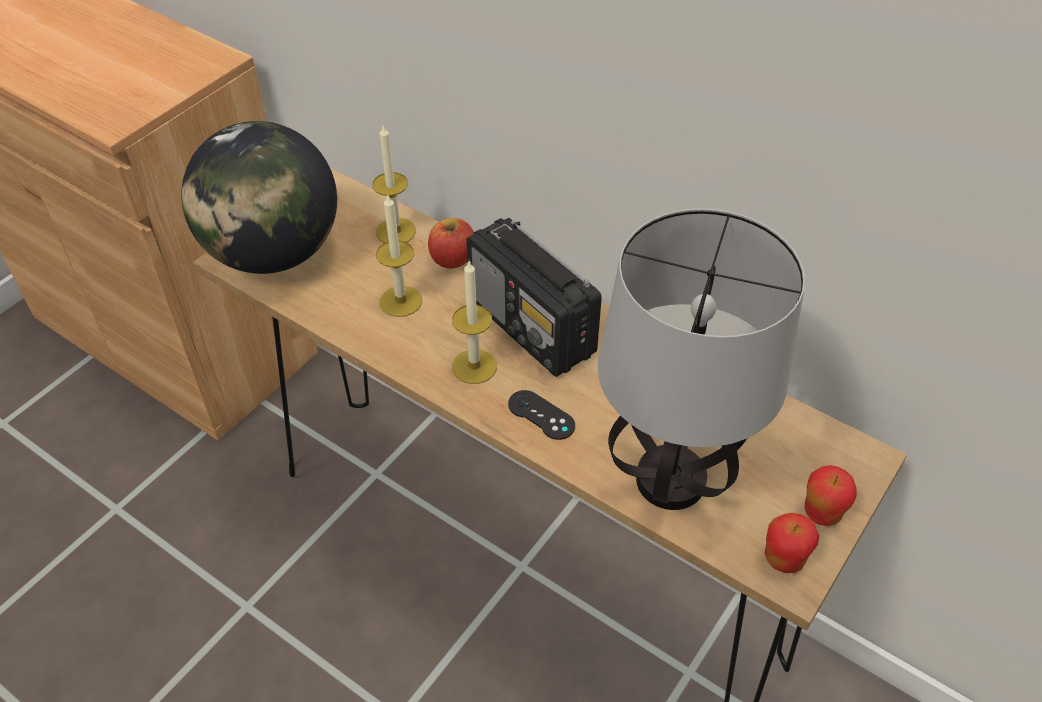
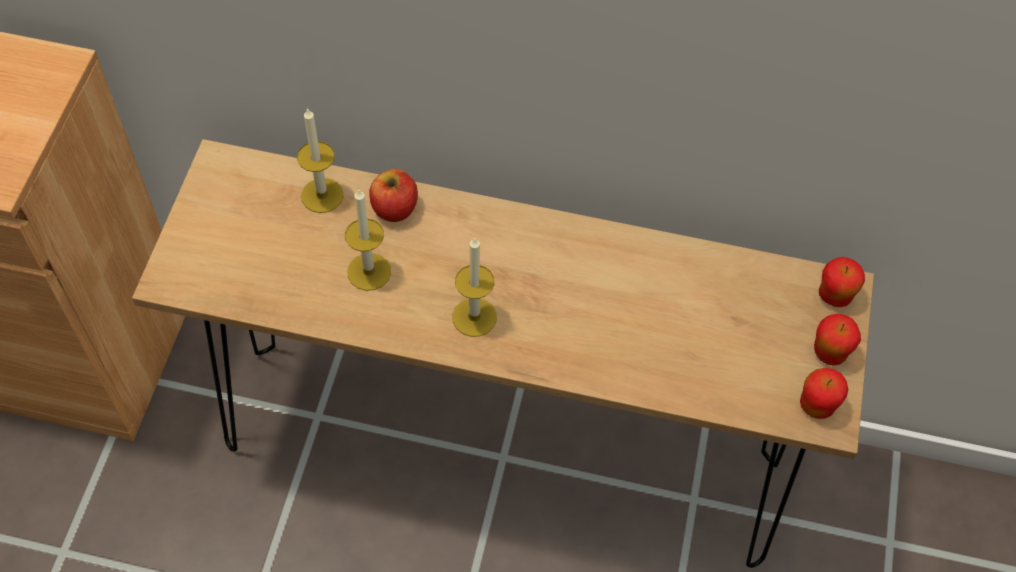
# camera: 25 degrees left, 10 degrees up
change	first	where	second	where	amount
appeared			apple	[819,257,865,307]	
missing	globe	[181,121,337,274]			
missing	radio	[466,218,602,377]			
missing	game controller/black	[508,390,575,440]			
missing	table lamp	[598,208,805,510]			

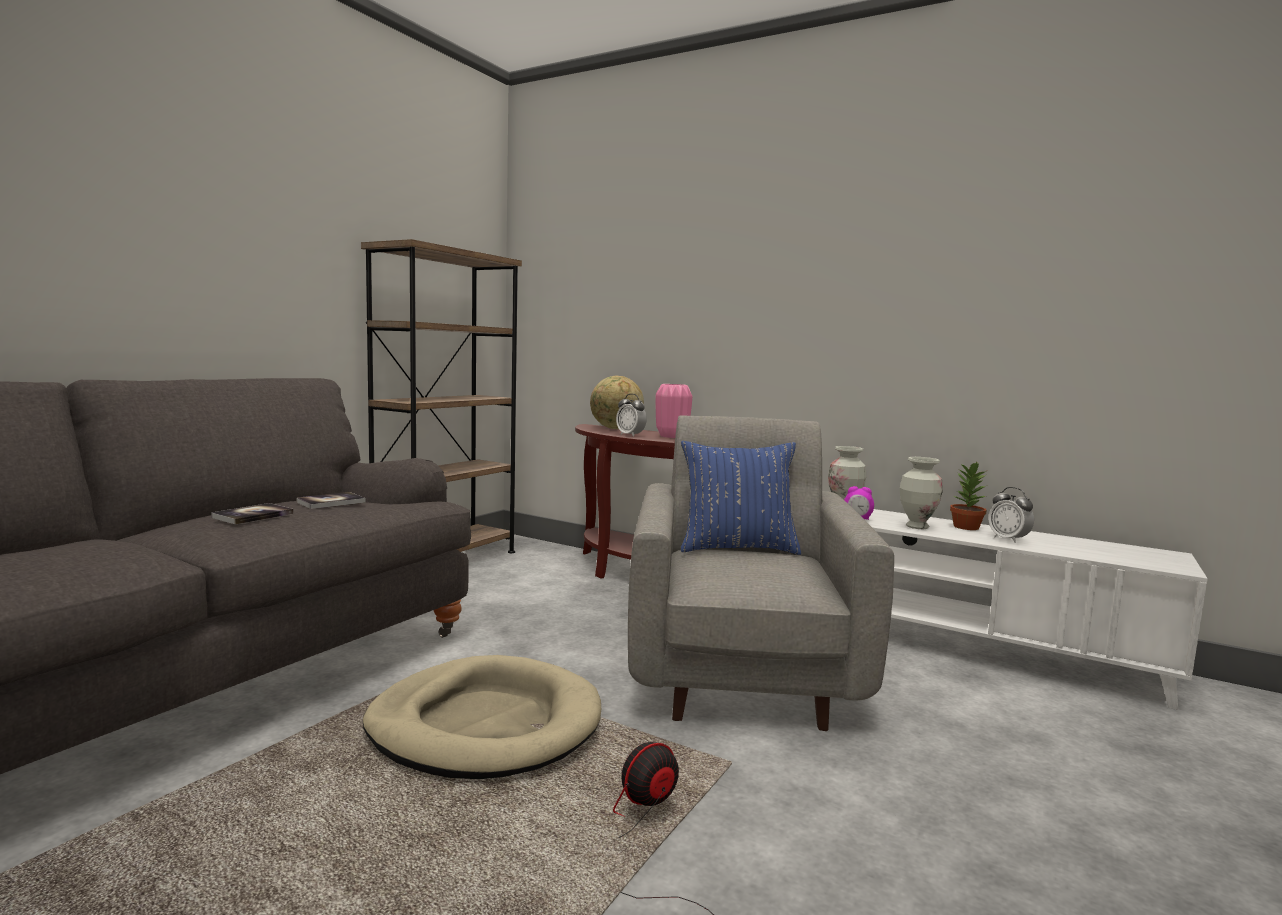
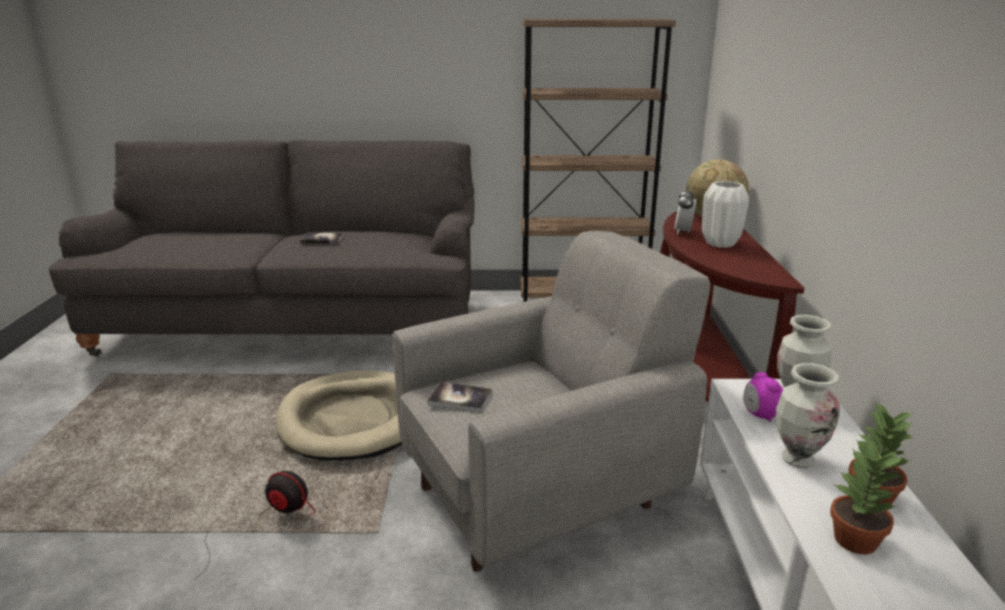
# camera: 60 degrees right, 15 degrees up
change	first	where	second	where	amount
relocated	book	[296,492,365,509]		[427,382,492,413]	
colour	vase/pink	[655,384,692,438]	vase/white	[702,181,749,248]	
exchanged	alarm clock	[989,487,1034,543]	potted plant	[830,438,904,554]	
missing	pillow/blue	[681,441,801,555]			

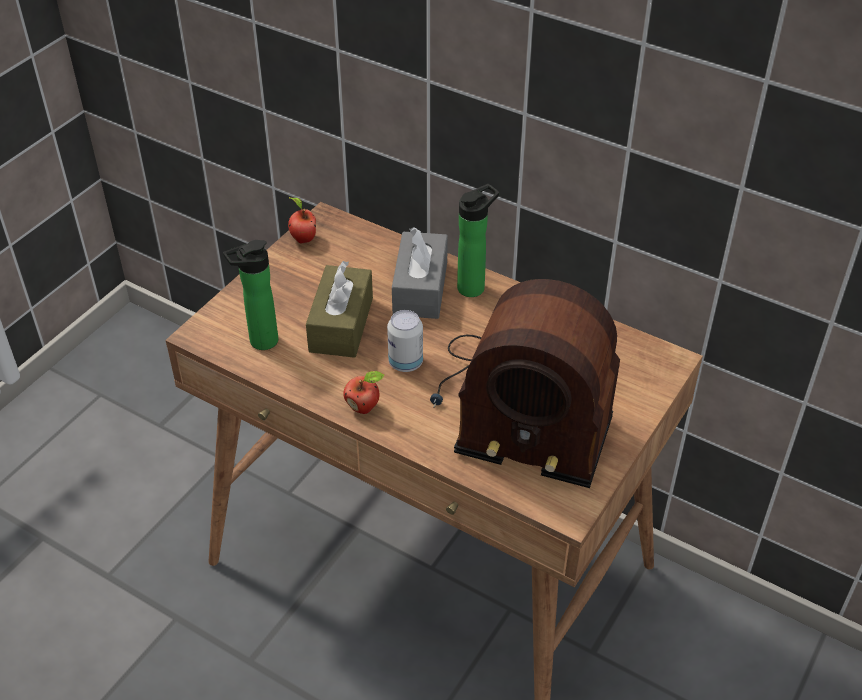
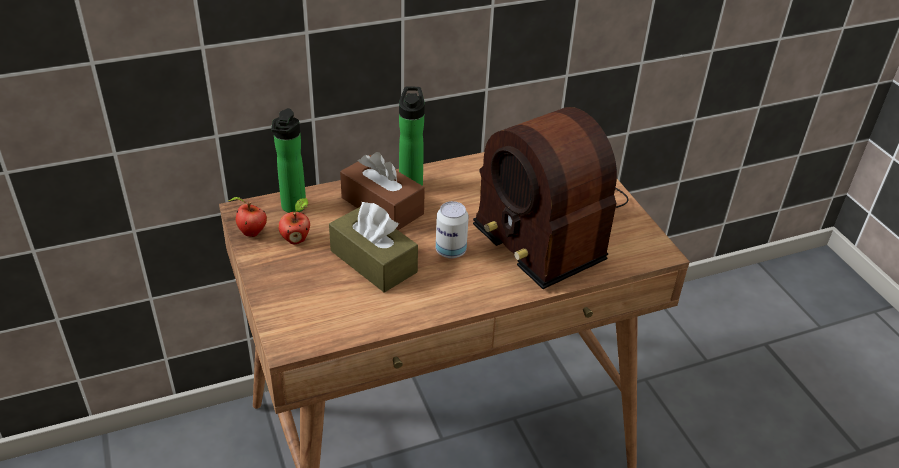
# camera: 55 degrees left, 5 degrees down
change	first	where	second	where	amount
relocated	bottle	[223,240,278,350]		[271,108,306,213]	
relocated	apple	[343,371,384,414]		[278,198,310,244]	
colour	tissue box/grey	[392,227,448,319]	tissue box/brown	[340,152,425,230]	
spun	radio	[430,279,620,488]		[473,107,629,289]	90 degrees clockwise

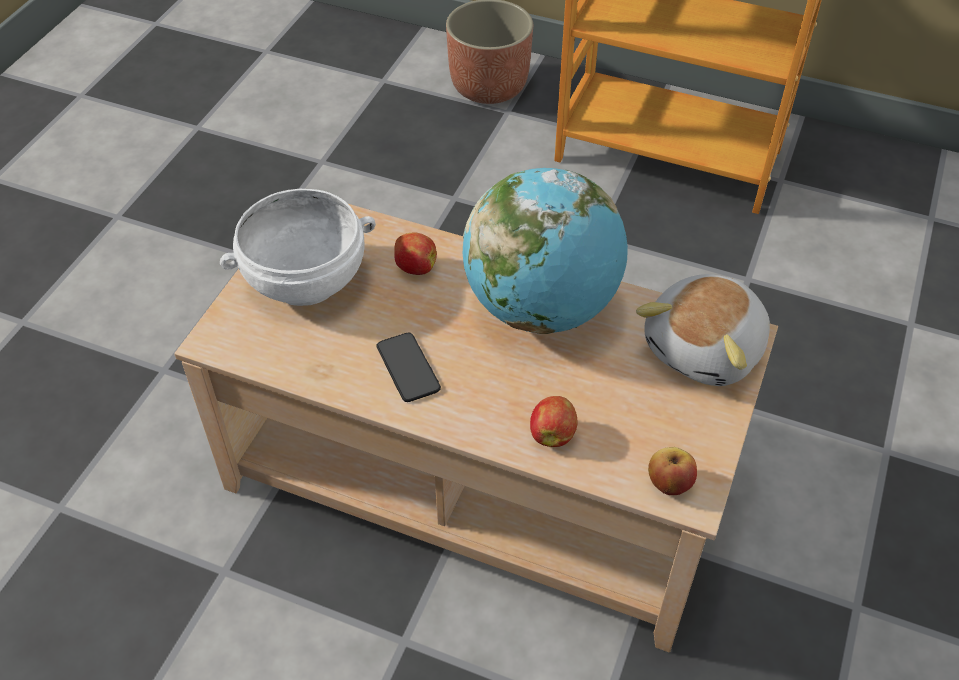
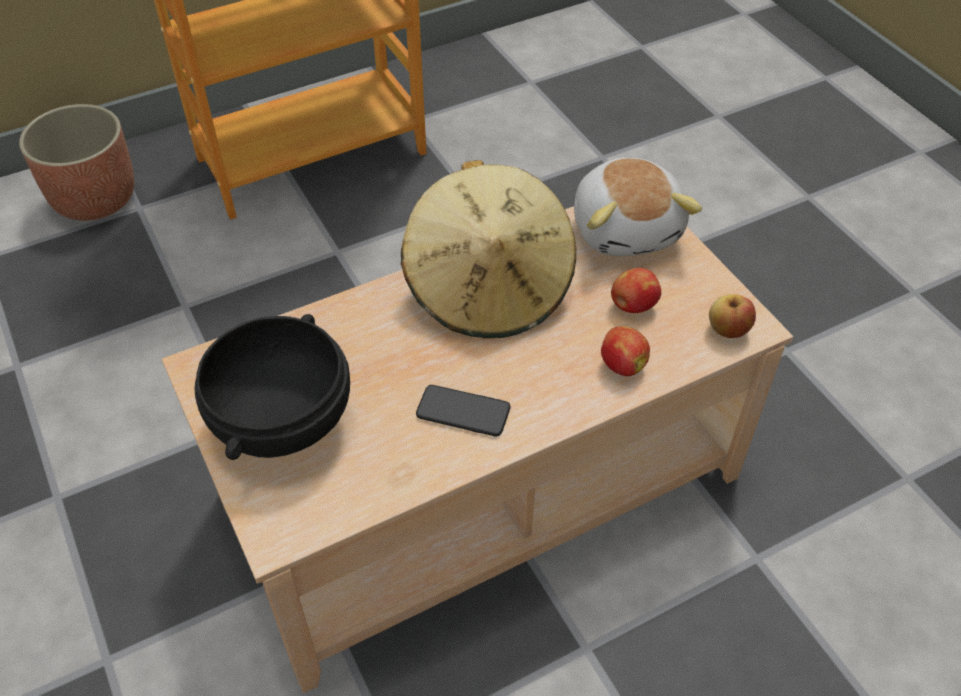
# camera: 50 degrees left, 0 degrees up
change	first	where	second	where	amount
colour	bowl/white	[220,189,376,306]	bowl/black	[195,314,350,460]	
exchanged	globe	[463,168,628,334]	hat/beige	[401,160,576,338]	
relocated	apple	[394,233,437,275]		[611,268,661,313]	

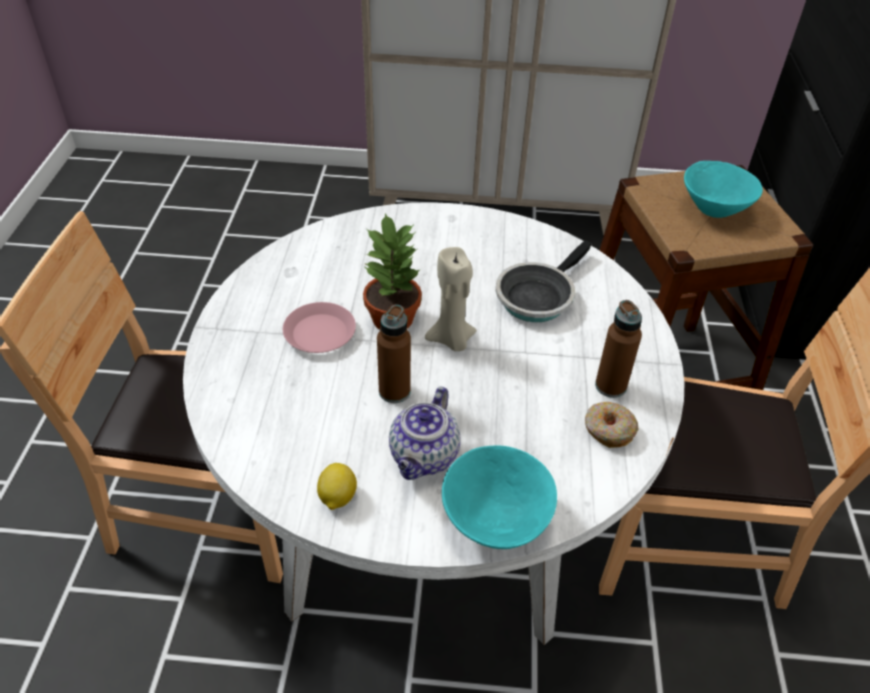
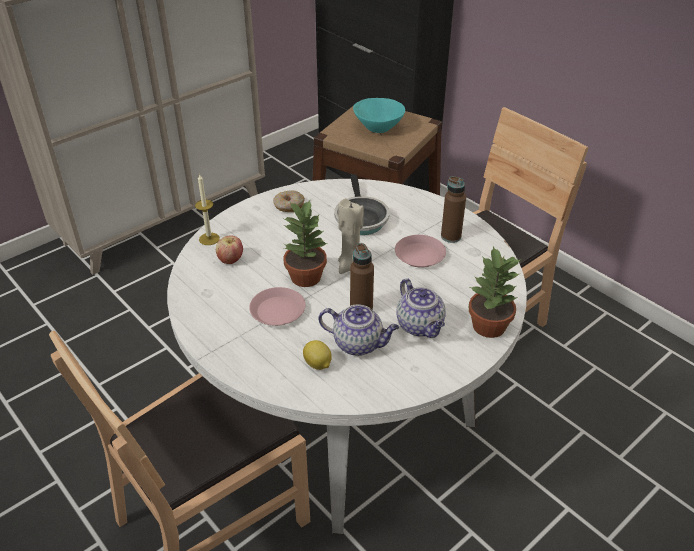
# camera: 45 degrees left, 5 degrees down
change	first	where	second	where	amount
appeared			candle	[195,173,220,245]	
appeared			apple	[216,235,243,264]	
relocated	donut	[585,402,639,448]		[273,190,305,212]	
relocated	lemon	[317,463,357,510]		[303,340,332,370]	
appeared			teapot	[319,305,399,356]	
appeared			plate/pink	[395,235,446,268]	
exchanged	bowl/turquoise	[442,445,557,549]	potted plant	[469,246,521,338]	

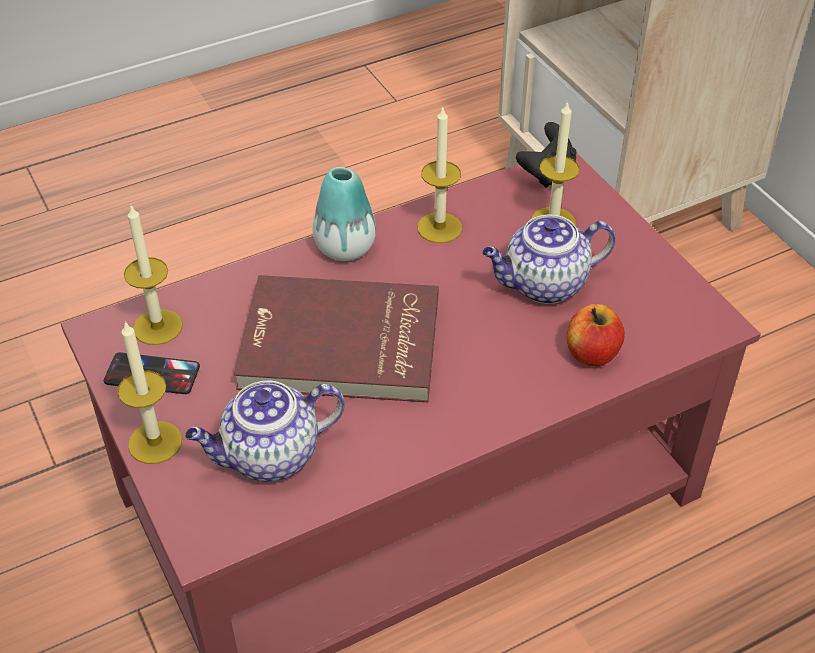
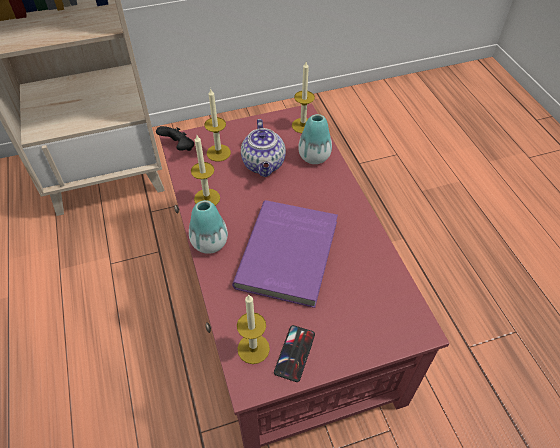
# camera: 80 degrees left, 5 degrees up
change	first	where	second	where	amount
colour	book/red	[234,275,439,402]	book/purple	[232,200,338,308]	
relocated	candle	[118,321,182,464]		[292,62,315,133]	
exchanged	apple	[567,304,625,366]	vase	[298,114,332,164]	
missing	teapot	[185,380,345,481]			

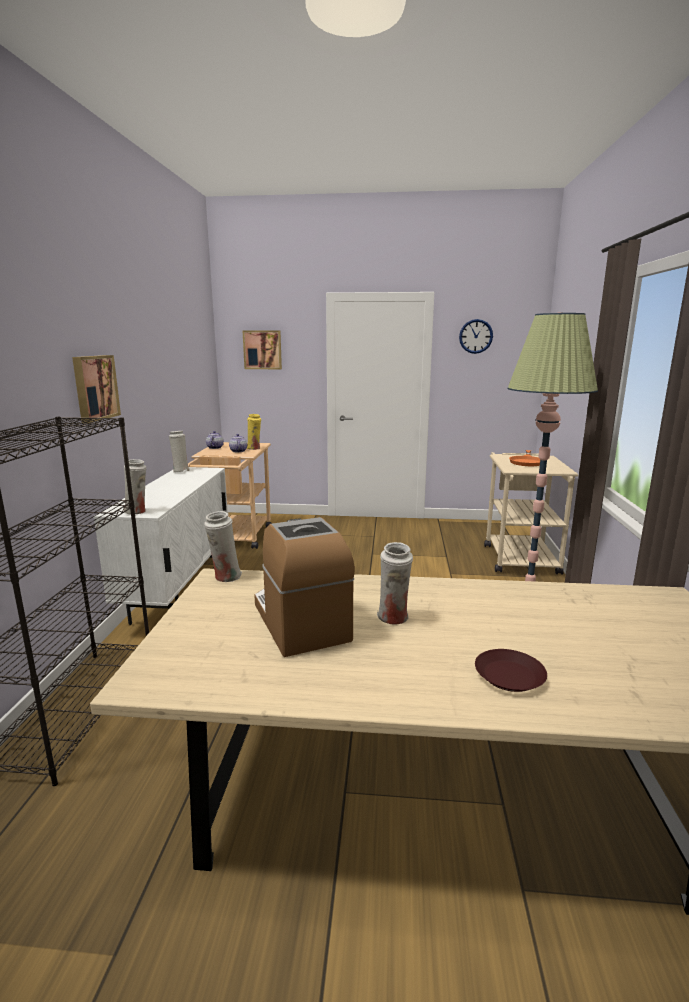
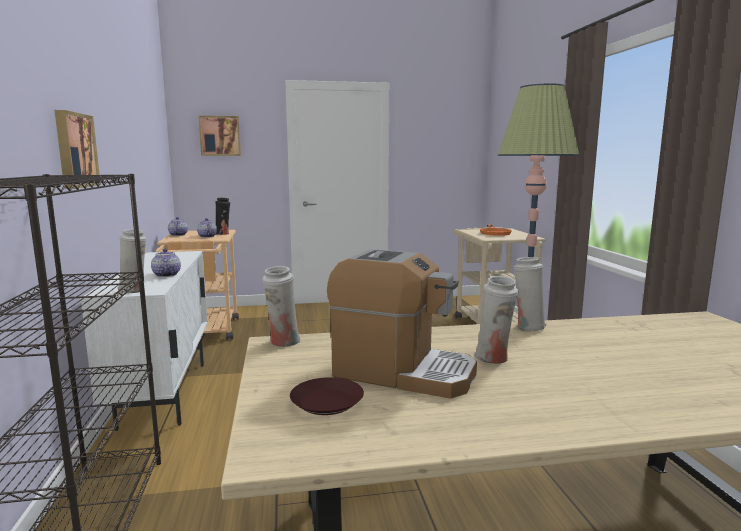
# camera: 15 degrees left, 5 degrees down
change	first	where	second	where	amount
appeared			teapot	[151,249,181,277]	
colour	vase/yellow	[247,414,261,450]	vase/black	[215,198,230,235]	
relocated	plate/brown	[475,649,547,692]		[290,377,364,415]	
spun	coffee machine	[254,517,355,657]		[327,249,477,399]	150 degrees clockwise
relocated	vase/white	[169,431,190,473]		[513,257,546,332]	
missing	wall clock	[459,319,493,354]			

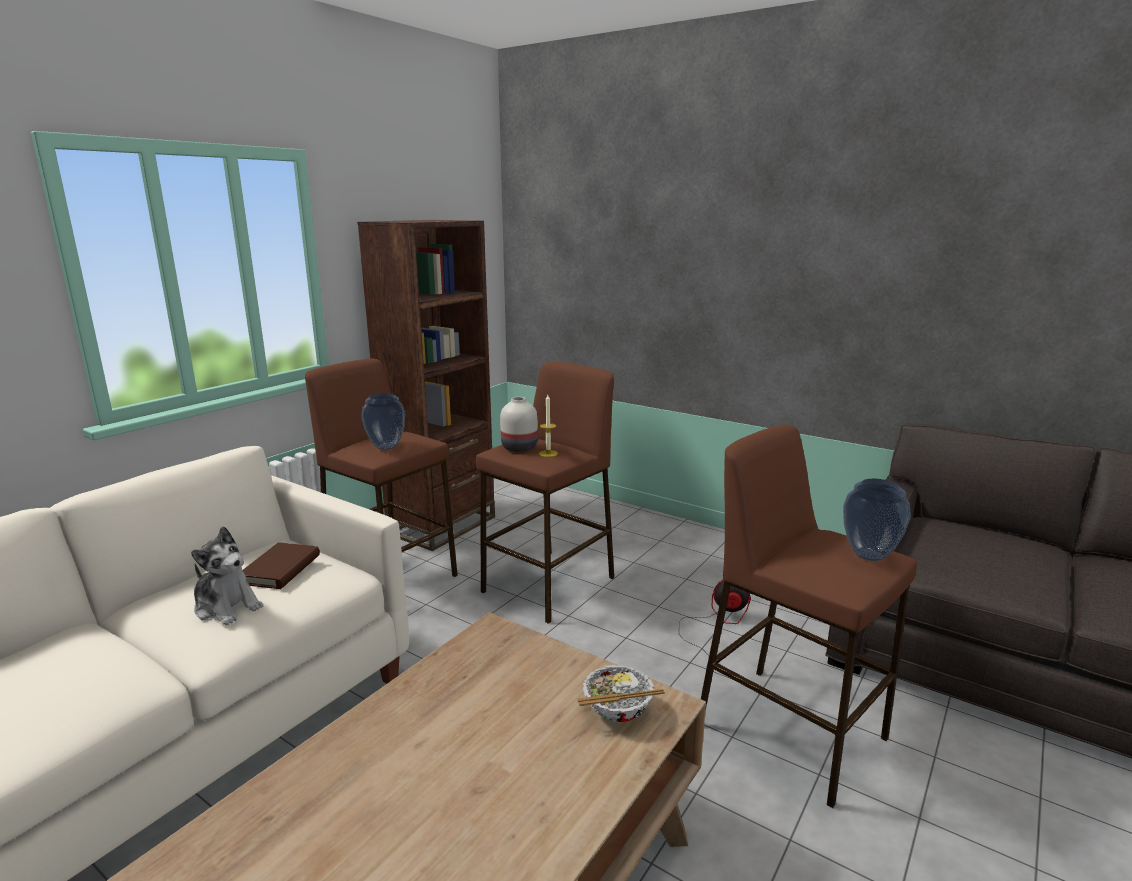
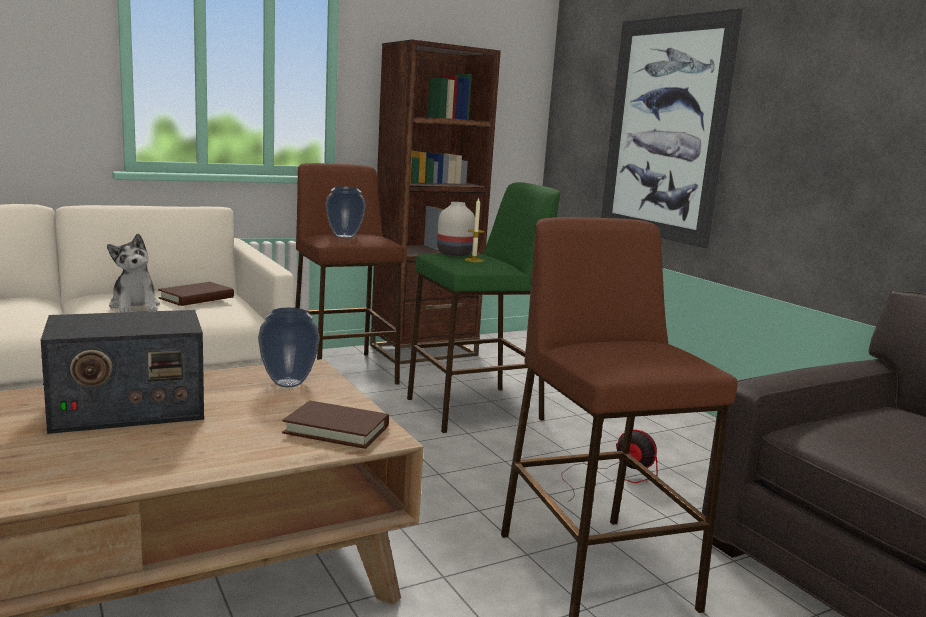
# camera: 25 degrees right, 5 degrees down
change	first	where	second	where	amount
appeared			radio	[41,310,204,434]	
relocated	vase	[843,479,911,561]		[258,308,320,387]	
exchanged	bowl	[578,665,665,723]	book/brown	[282,401,389,449]	
colour	stool/brown	[476,362,614,624]	stool/green	[407,182,560,433]	
appeared			picture	[601,8,743,248]	

